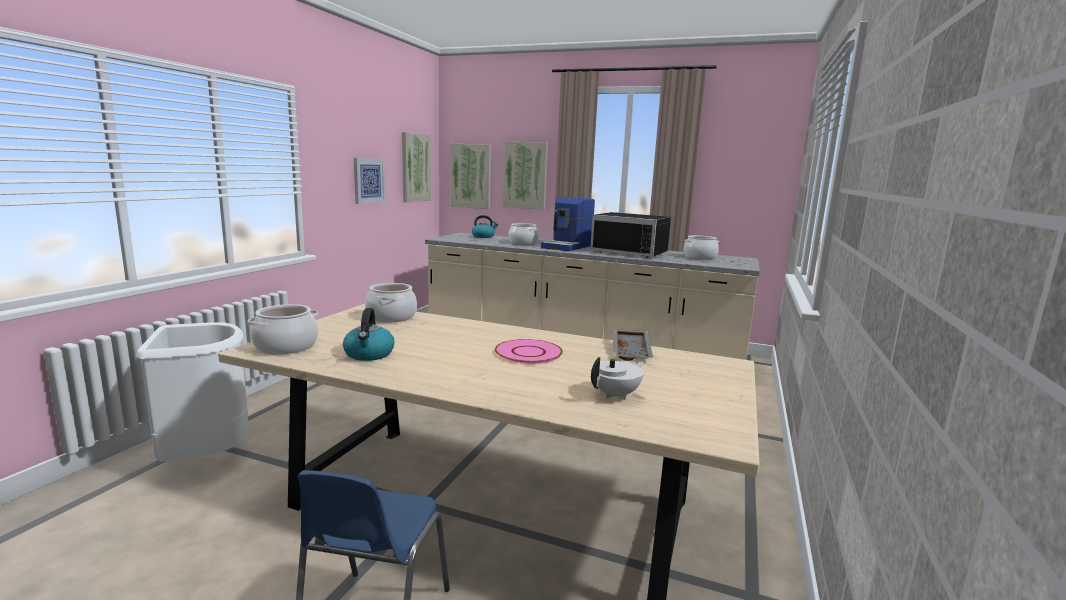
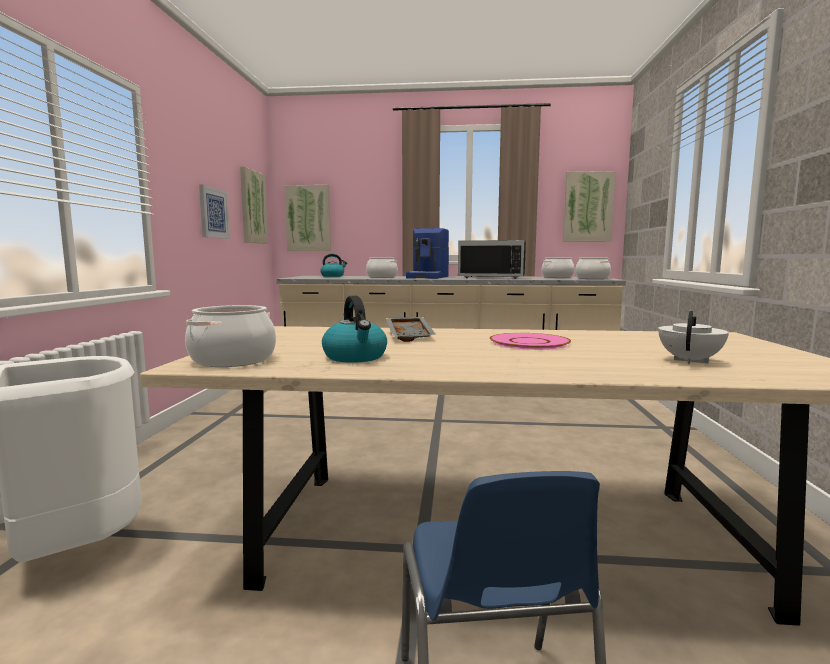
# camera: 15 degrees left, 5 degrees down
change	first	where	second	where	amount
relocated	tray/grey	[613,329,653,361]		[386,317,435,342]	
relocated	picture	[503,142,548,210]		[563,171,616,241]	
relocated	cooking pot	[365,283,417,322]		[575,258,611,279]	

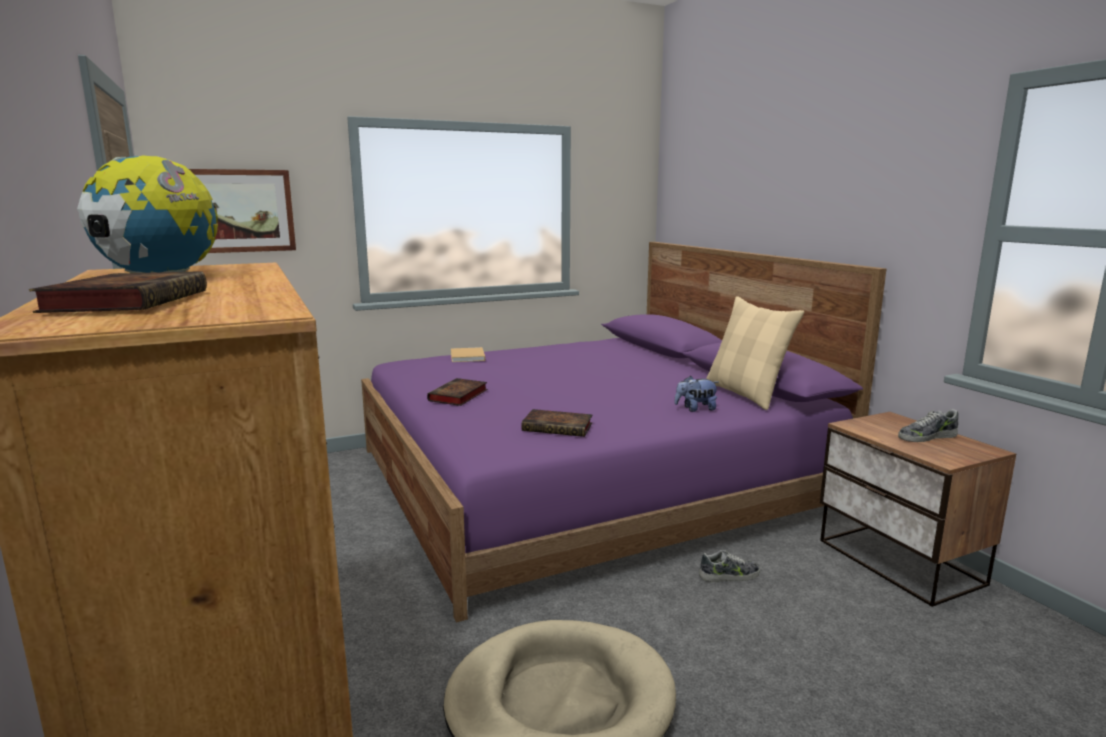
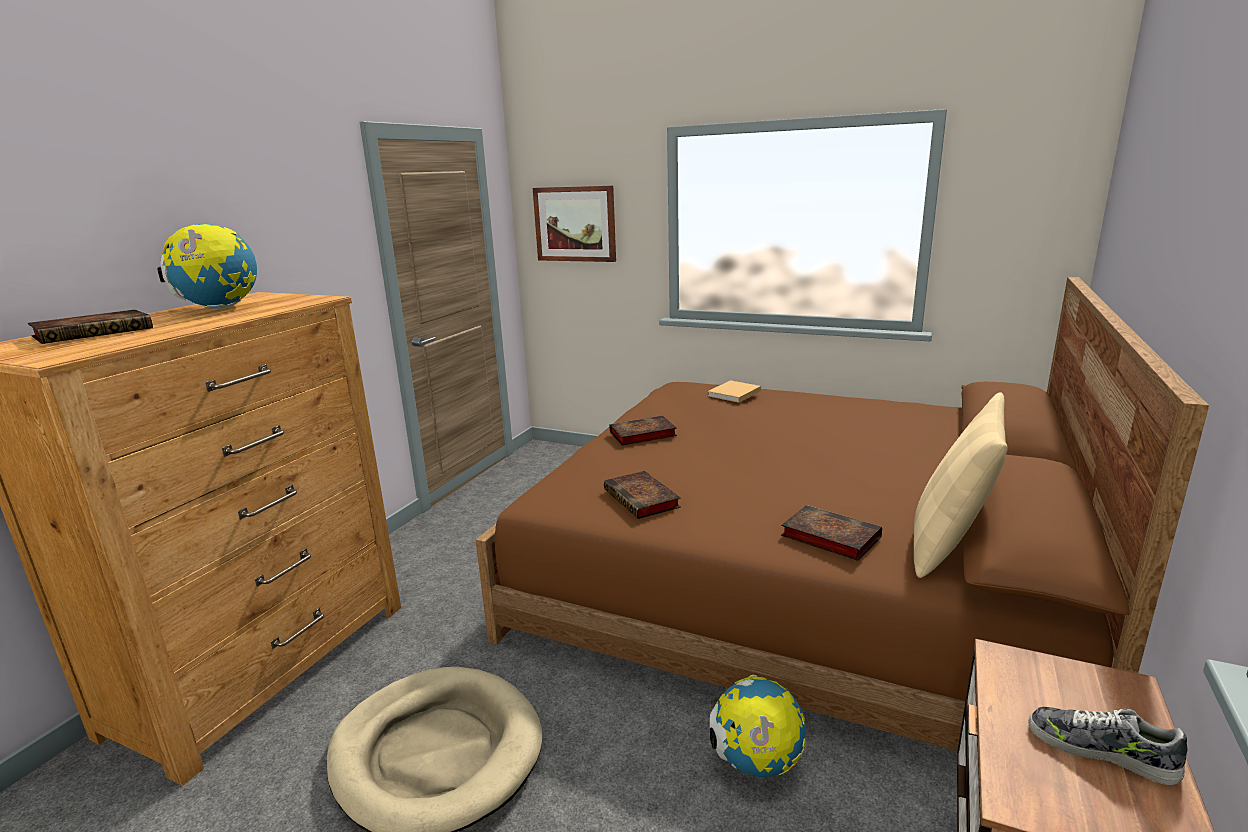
# camera: 50 degrees right, 5 degrees up
change	first	where	second	where	amount
colour	bed/purple	[361,242,886,622]	bed/brown	[476,277,1209,751]	
exchanged	shoe	[699,550,760,582]	globe	[710,675,806,777]	
exchanged	plush toy	[674,376,719,412]	book	[781,505,882,561]	

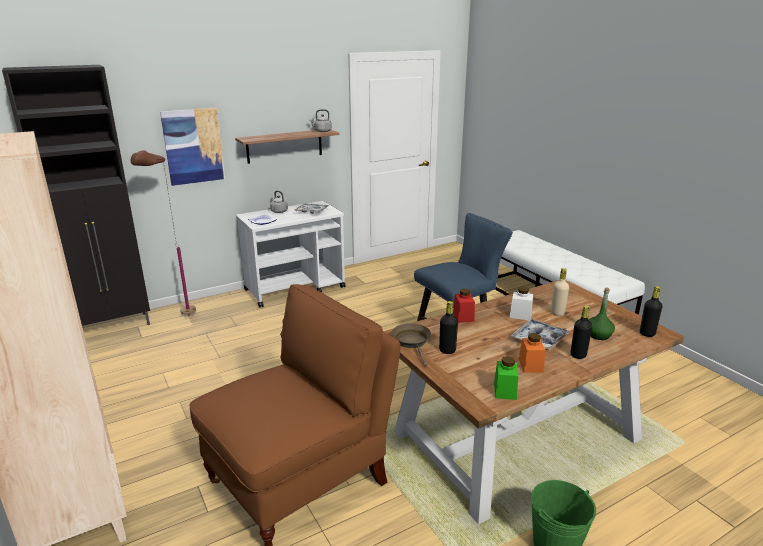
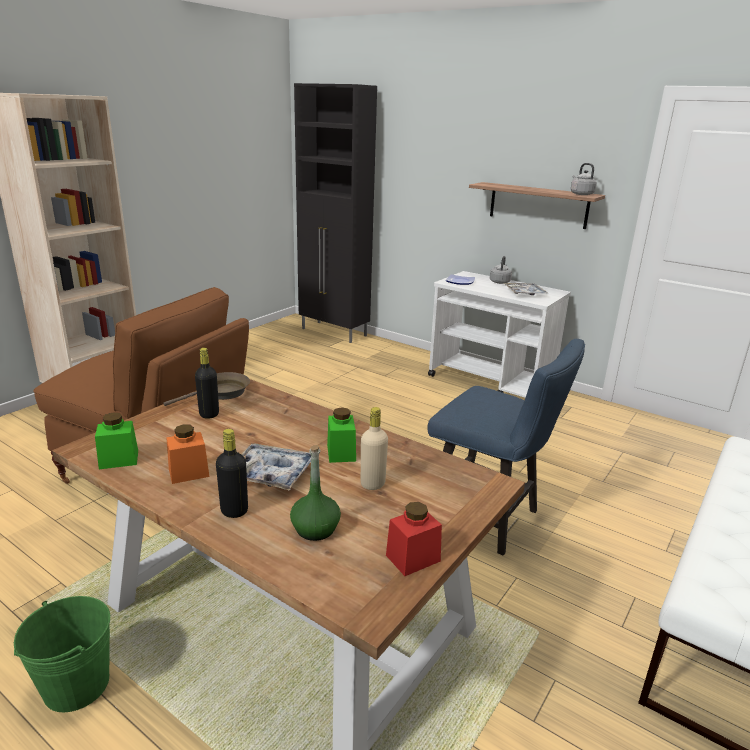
# camera: 65 degrees right, 0 degrees up
change	first	where	second	where	amount
colour	jar/white	[509,287,533,320]	jar/green	[327,407,356,463]	
relocated	jar/red	[453,288,475,323]		[386,502,442,576]	
missing	floor lamp/brown	[131,150,196,315]			
missing	picture	[160,108,225,186]			
missing	bottle/black	[640,286,662,337]			

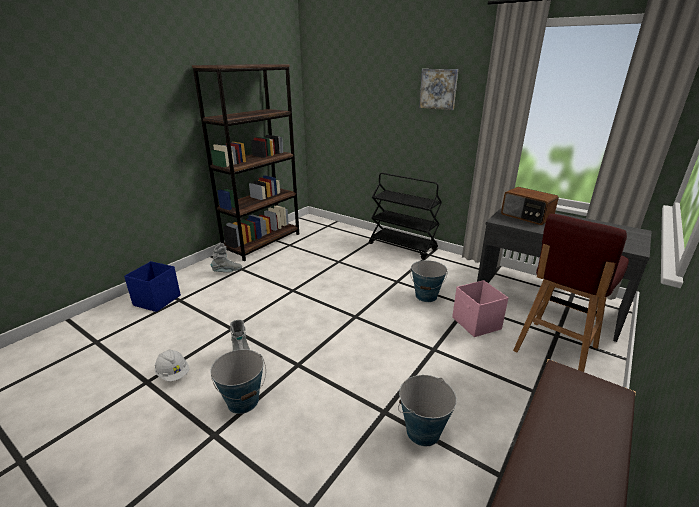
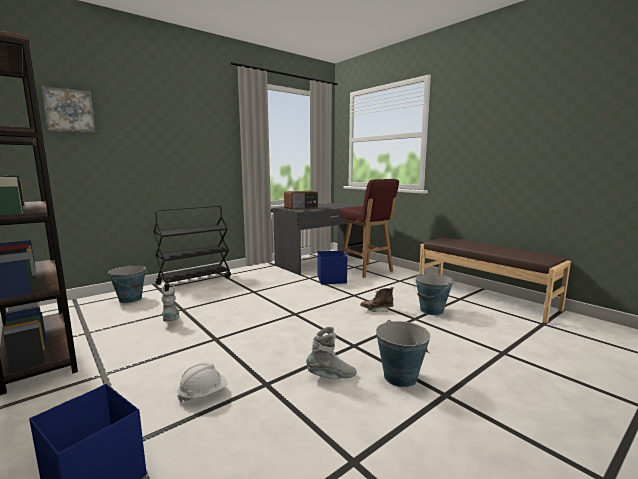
# camera: 75 degrees left, 15 degrees down
change	first	where	second	where	amount
relocated	picture	[419,69,458,110]		[41,86,96,133]	
relocated	bucket	[410,260,448,302]		[108,265,147,303]	
relocated	boot/grey	[211,243,242,272]		[162,285,180,321]	
relocated	hard hat/white	[155,349,189,381]		[177,363,227,402]	
colour	storage box/pink	[452,280,508,337]	storage box/blue	[318,251,347,284]	
appeared			boot/brown	[360,287,393,312]	

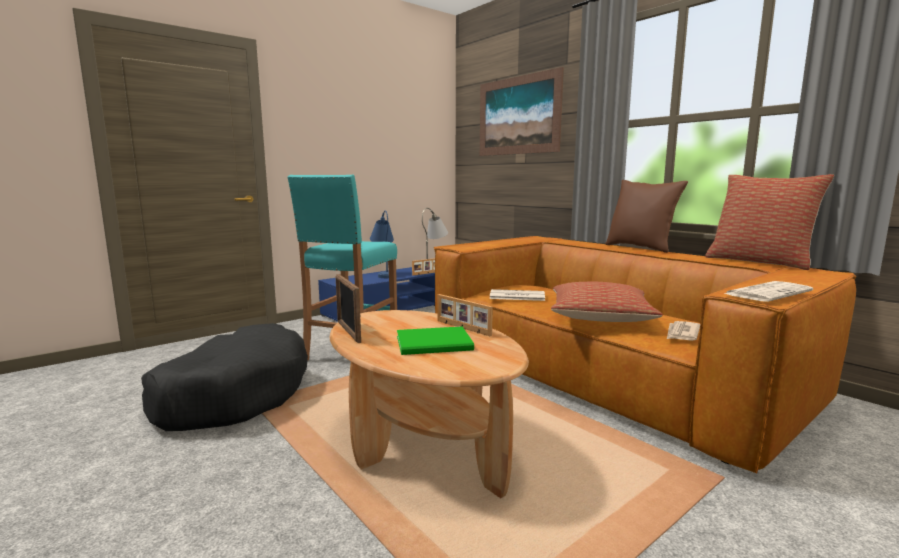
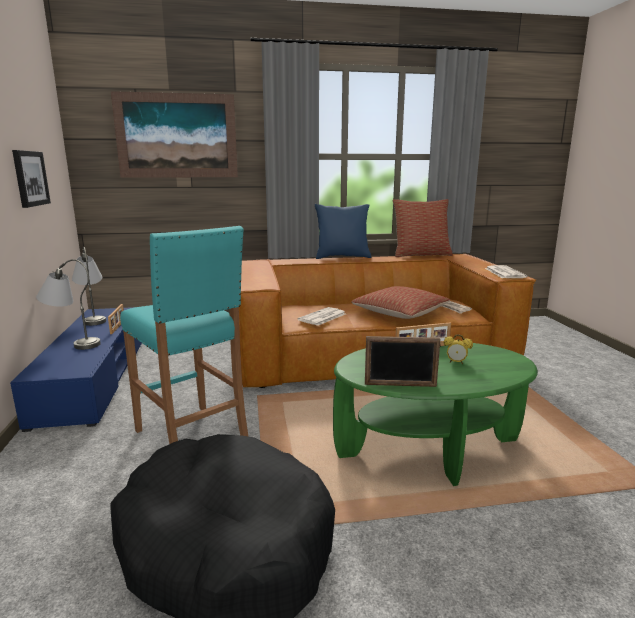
# camera: 60 degrees left, 5 degrees up
change	first	where	second	where	amount
appeared			picture	[12,150,51,208]	
colour	table lamp/blue	[370,210,394,278]	table lamp/grey	[36,259,101,350]	
colour	pillow/brown	[605,180,688,253]	pillow/blue	[315,204,372,259]	
colour	coffee table/brown	[330,310,529,498]	coffee table/green	[333,343,538,486]	
exchanged	book/green	[397,326,474,355]	alarm clock	[444,334,473,364]	

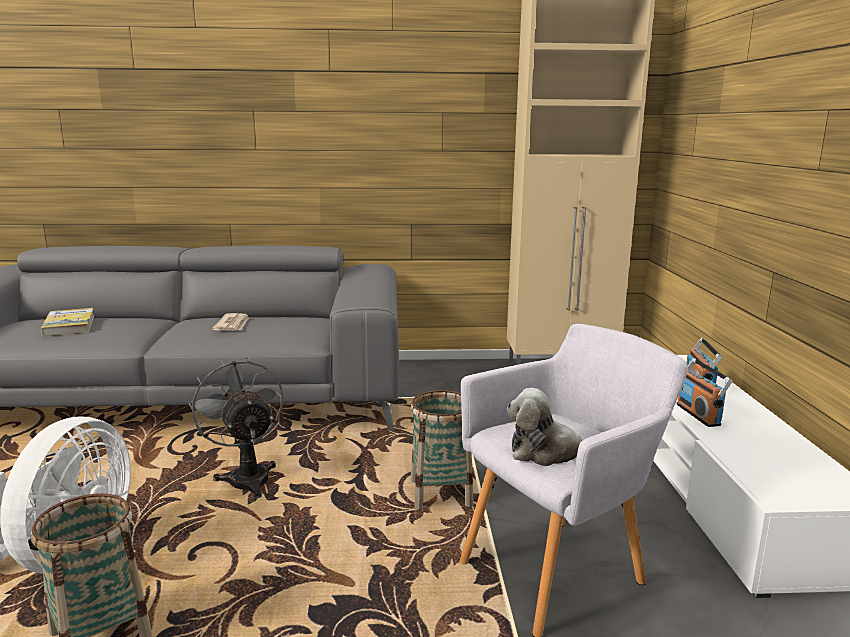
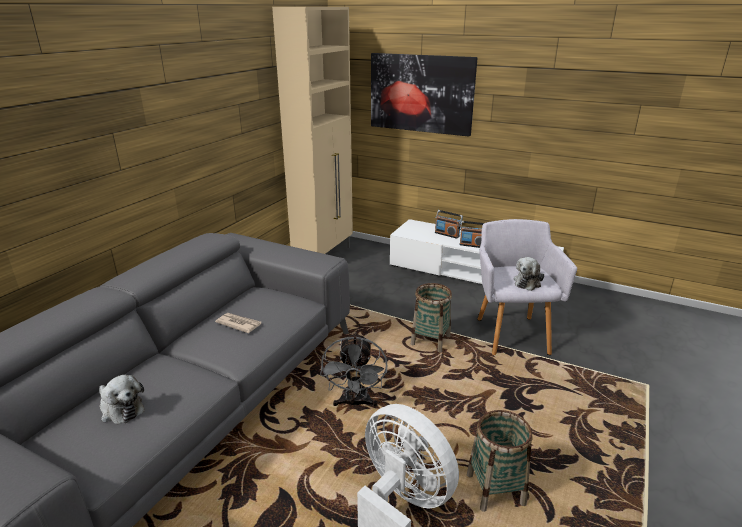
# camera: 60 degrees left, 10 degrees up
change	first	where	second	where	amount
exchanged	book	[41,308,94,336]	plush toy	[99,375,145,424]	
spun	fan/grey	[189,357,283,498]		[320,332,387,407]	90 degrees counterclockwise
appeared			picture	[371,53,478,137]	

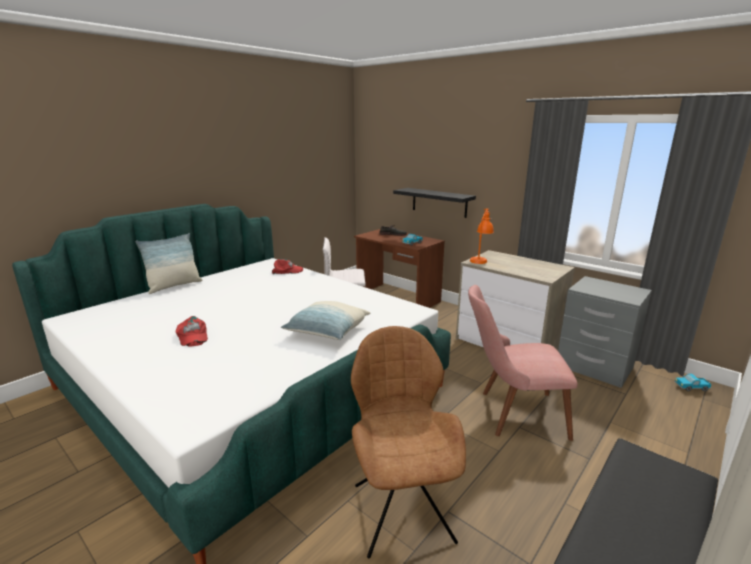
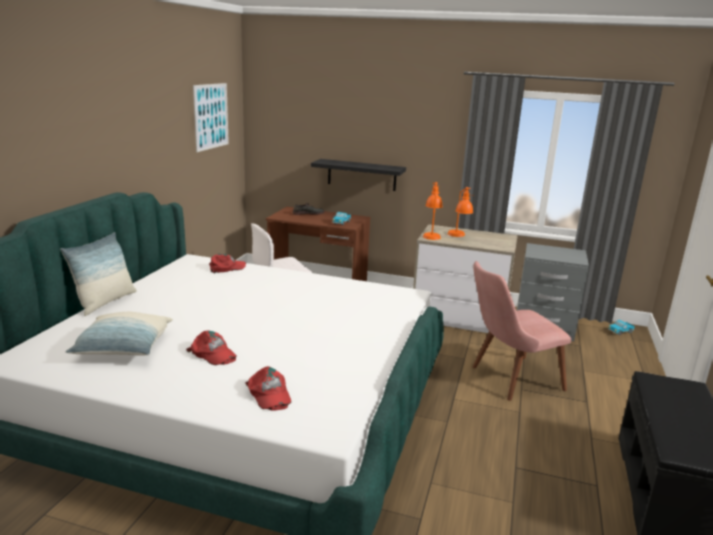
# camera: 25 degrees left, 0 degrees up
change	first	where	second	where	amount
relocated	pillow	[281,301,370,340]		[66,312,173,356]	
appeared			picture	[193,83,229,152]	
appeared			cap/red	[245,366,291,411]	
appeared			table lamp/orange	[448,187,474,237]	
missing	chair/brown	[351,326,466,558]			

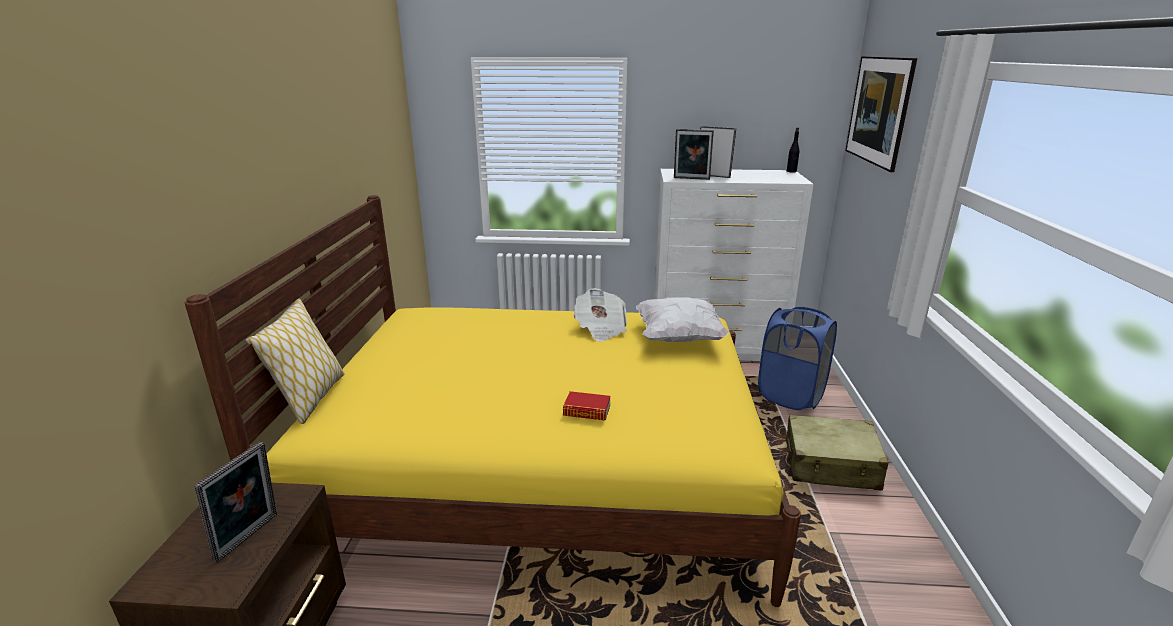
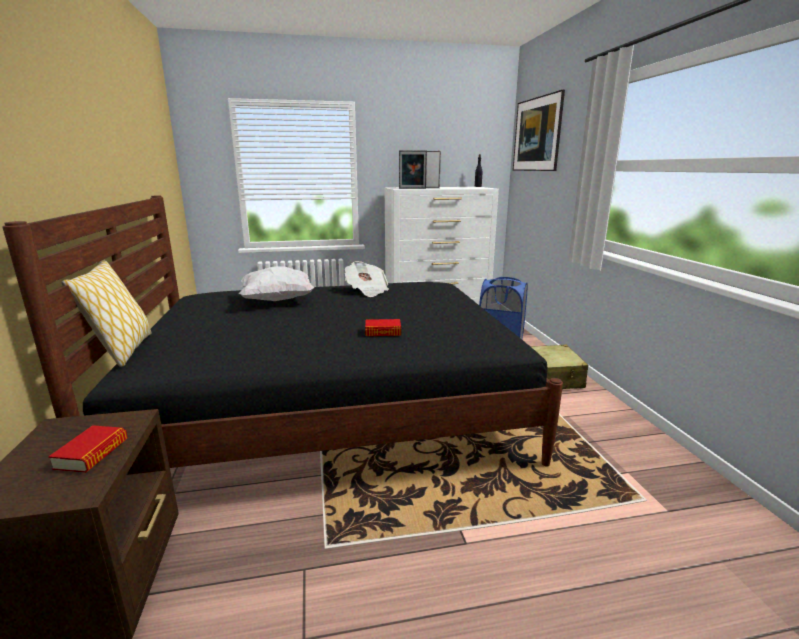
# camera: 15 degrees left, 5 degrees down
change	first	where	second	where	amount
colour	bed/yellow	[185,195,801,607]	bed/black	[2,195,563,468]	
exchanged	picture frame	[194,442,277,563]	book	[48,425,128,473]	
relocated	pillow/white	[636,297,729,342]		[238,266,315,301]	

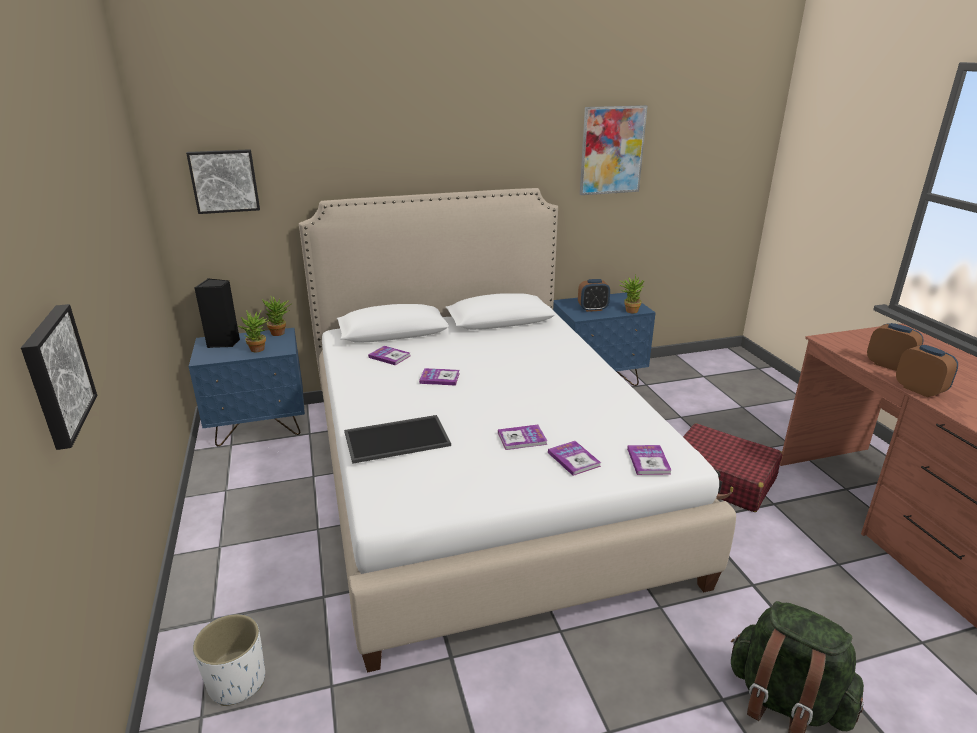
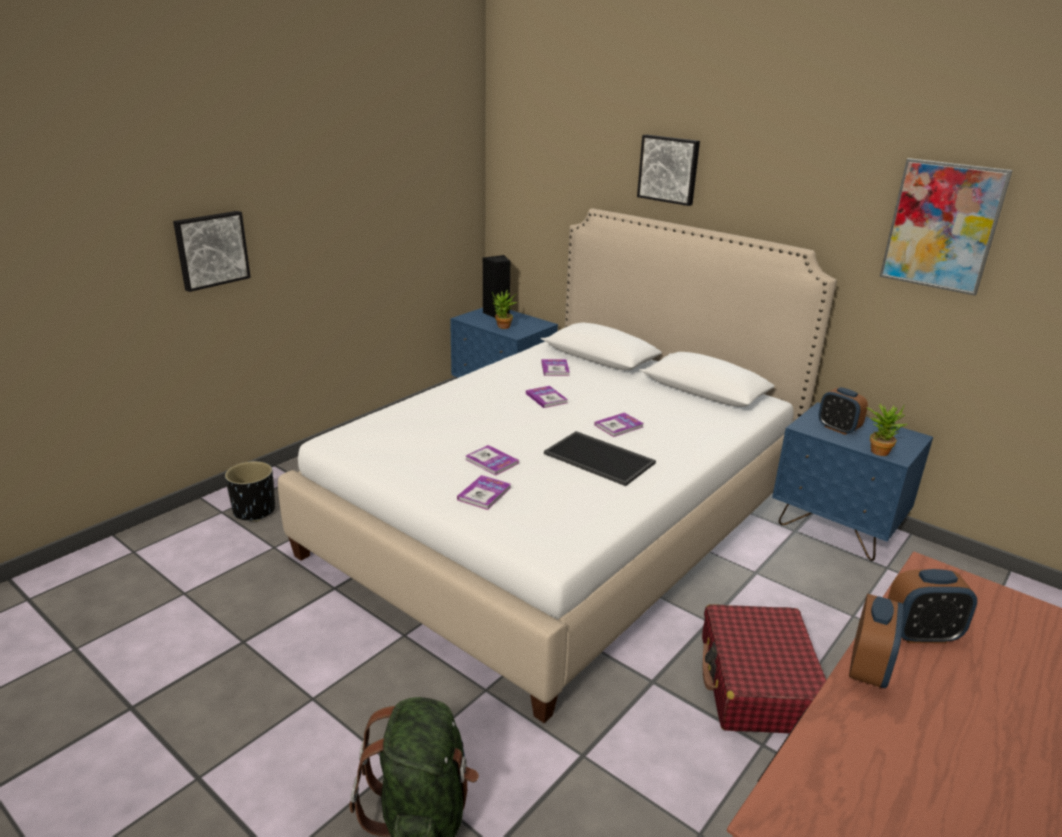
# camera: 55 degrees right, 0 degrees up
change	first	where	second	where	amount
colour	planter/white	[193,614,265,706]	planter/black	[225,461,275,521]	
relocated	tray	[344,415,451,464]		[544,431,656,486]	
relocated	book	[627,445,672,475]		[594,413,644,437]	
relocated	picture	[186,149,260,214]		[637,135,700,206]	
spun	alarm clock	[867,323,923,371]		[888,569,977,643]	75 degrees clockwise
missing	potted plant	[262,296,291,336]			

